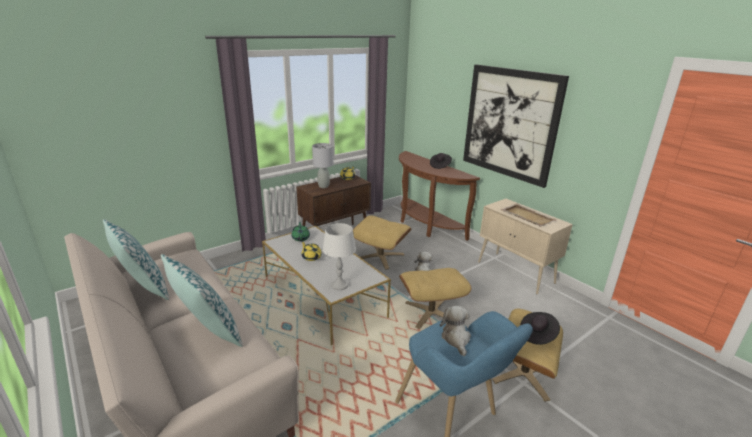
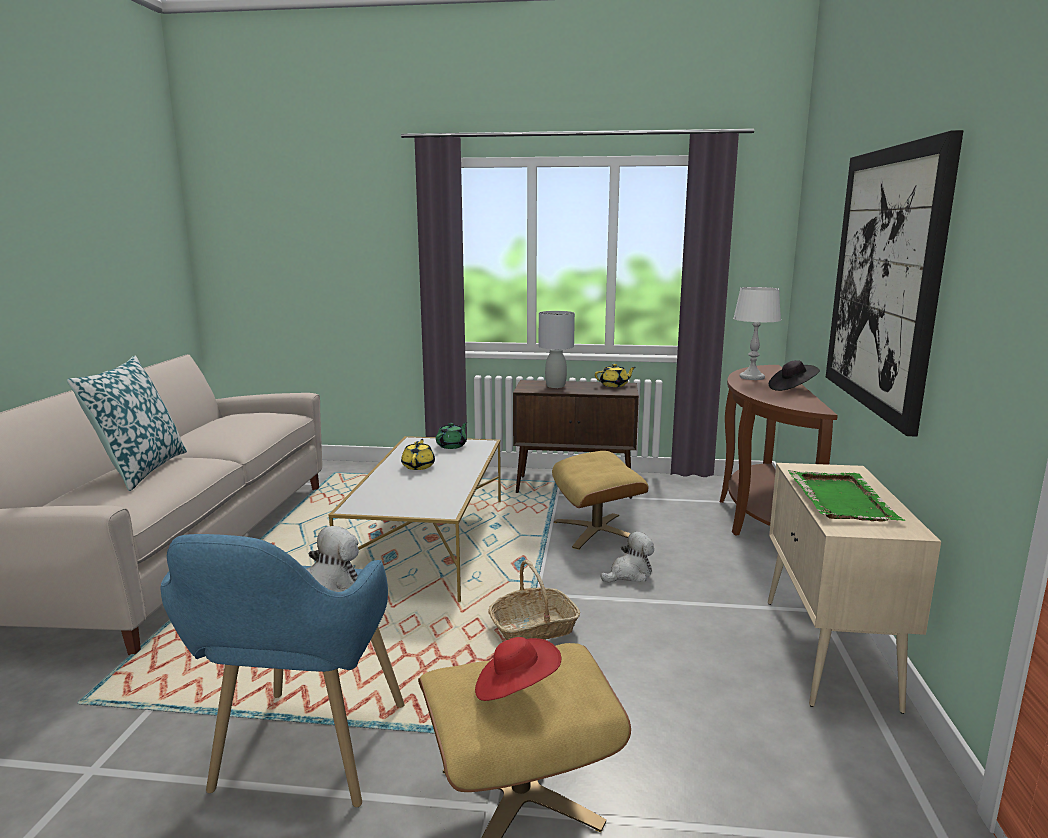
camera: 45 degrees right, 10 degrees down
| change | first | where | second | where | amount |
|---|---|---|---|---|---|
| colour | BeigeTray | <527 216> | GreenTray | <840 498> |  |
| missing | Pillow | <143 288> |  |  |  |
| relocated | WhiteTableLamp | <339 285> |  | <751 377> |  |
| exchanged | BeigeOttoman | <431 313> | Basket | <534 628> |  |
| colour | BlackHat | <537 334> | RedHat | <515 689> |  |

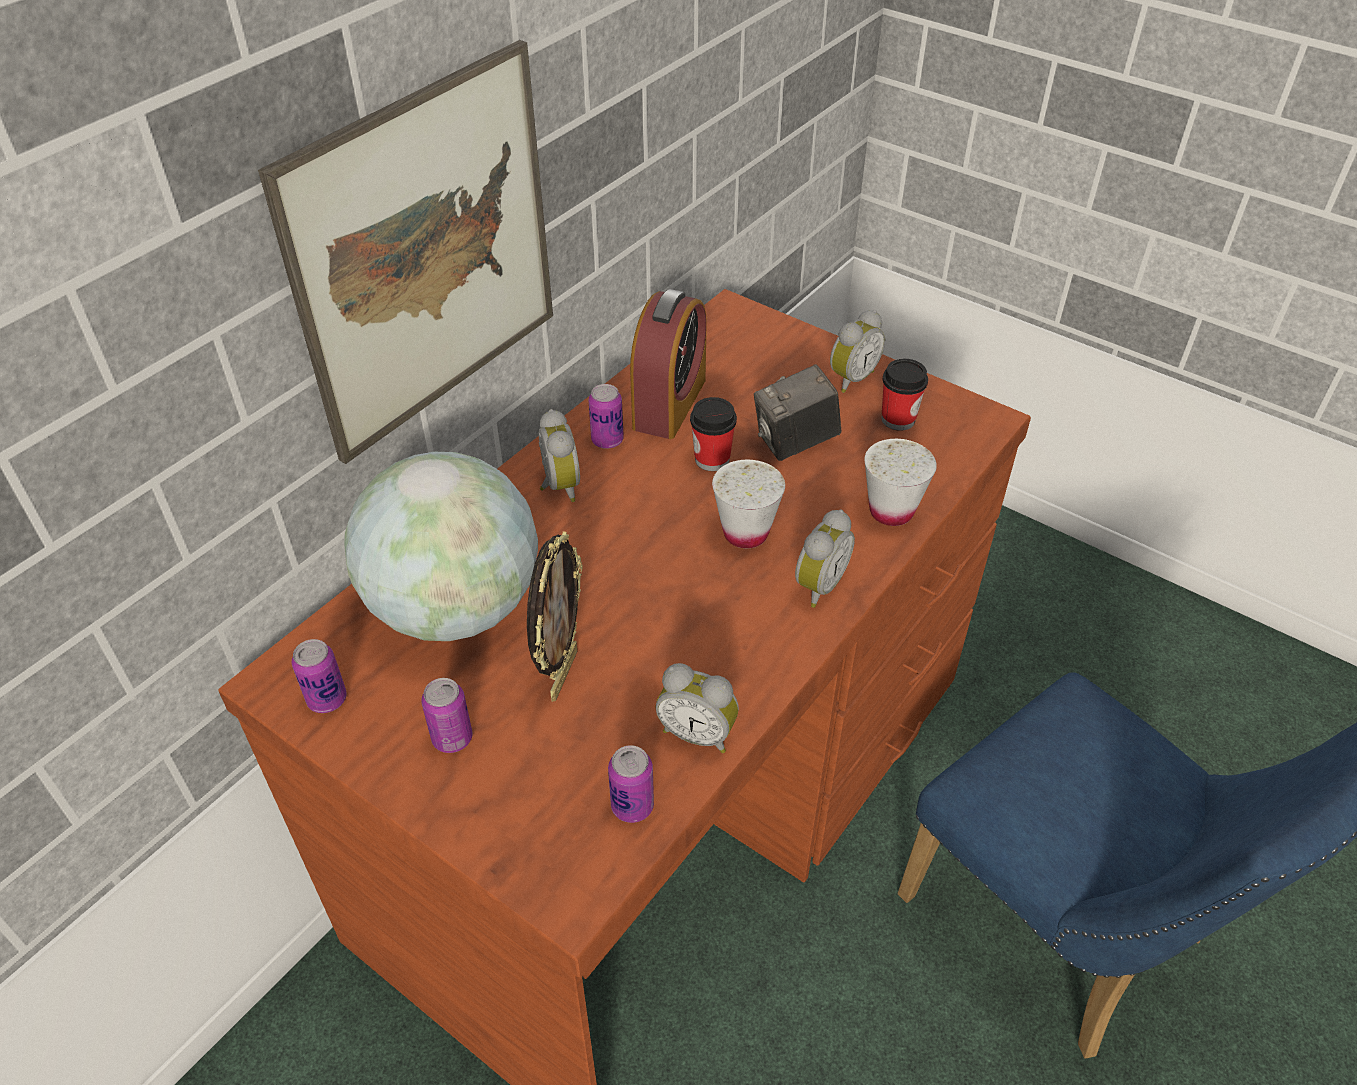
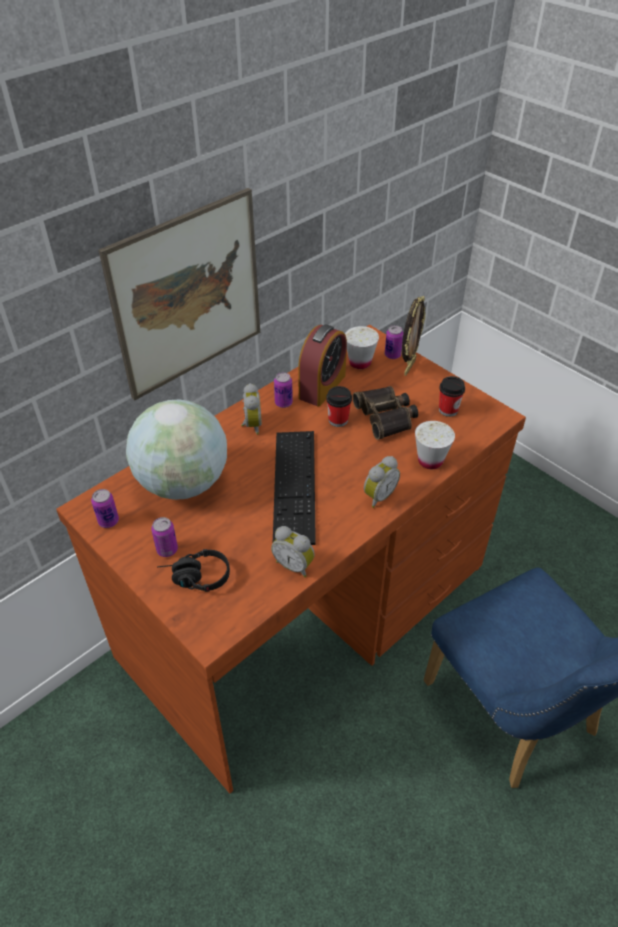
camera: 10 degrees right, 0 degrees up
| change | first | where | second | where | amount |
|---|---|---|---|---|---|
| missing | AlarmClock | <850 378> |  |  |  |
| exchanged | PhotoCamera | <795 443> | Binoculars | <386 416> |  |
| relocated | WhiteCup | <745 533> |  | <360 363> |  |
| relocated | PictureFrame | <562 674> |  | <409 367> |  |
| relocated | Can | <632 806> |  | <392 355> |  |
| appeared |  |  | Keyboard | <294 485> |  |
| appeared |  |  | BlackHeadphones | <194 578> |  |

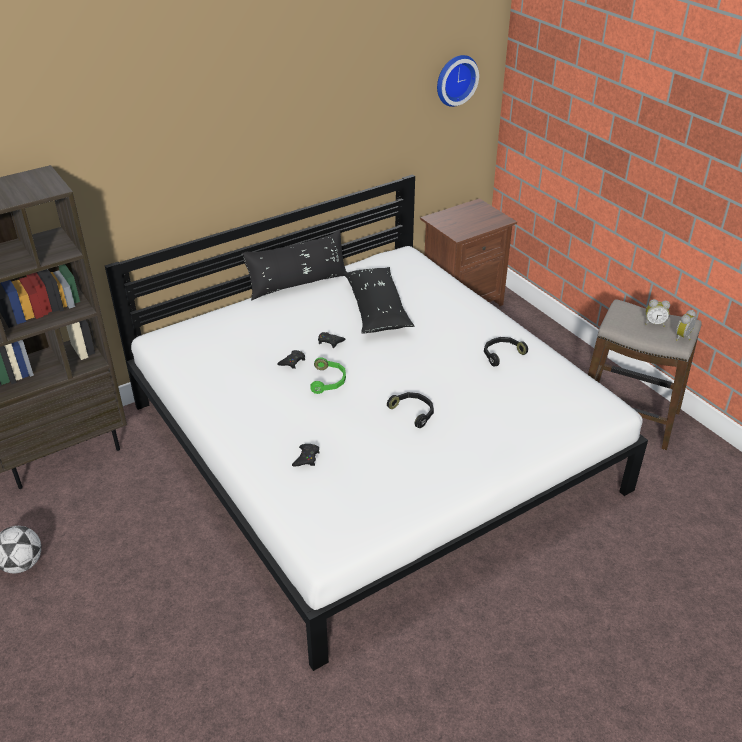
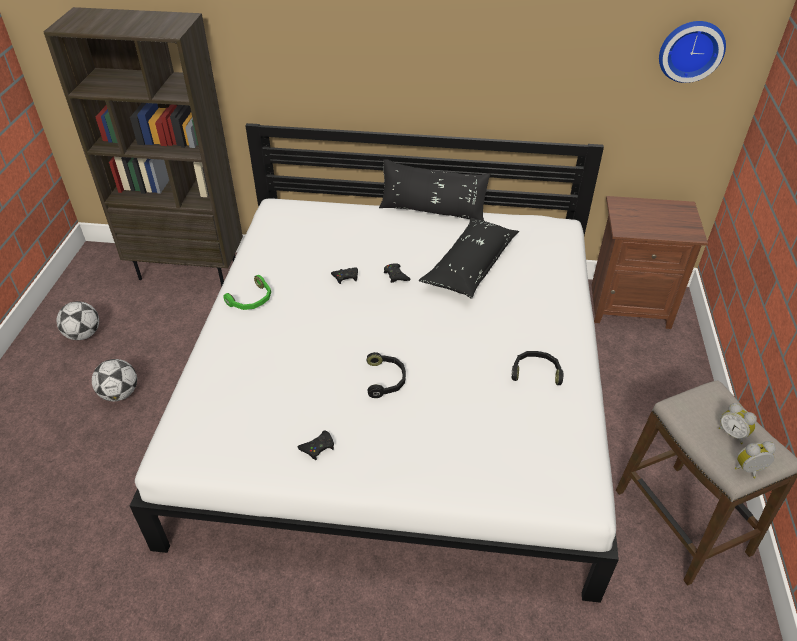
camera: 40 degrees right, 5 degrees up
| change | first | where | second | where | amount |
|---|---|---|---|---|---|
| relocated | GreenHeadphones | <329 381> |  | <252 300> |  |
| relocated | BlackGameController | <306 458> |  | <318 447> |  |
| appeared |  |  | Football | <120 394> |  |

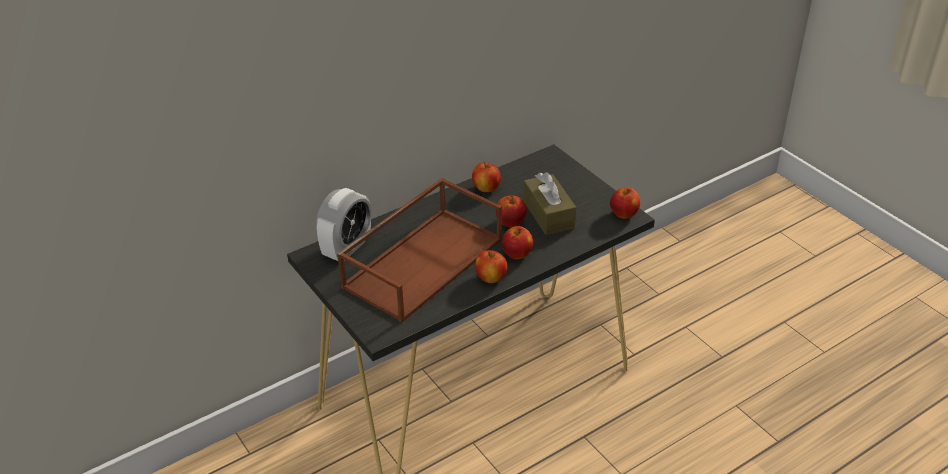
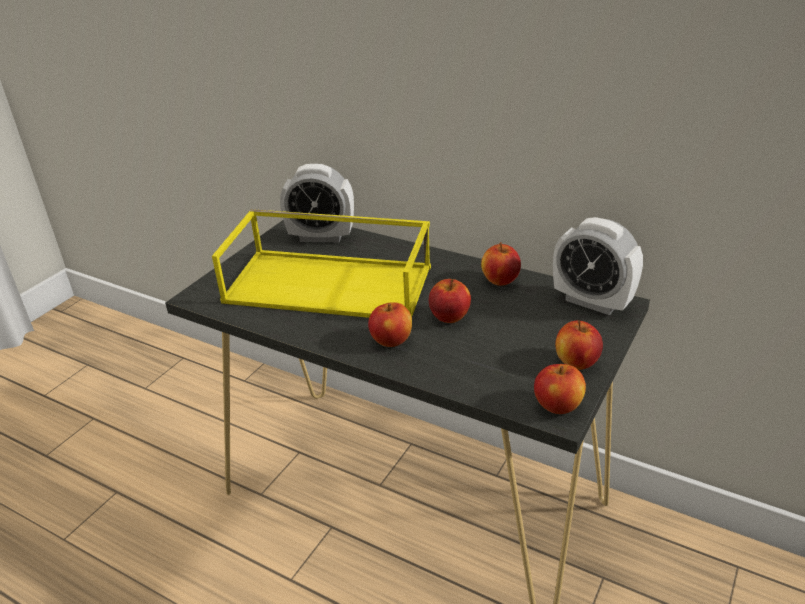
camera: 65 degrees right, 5 degrees down
| change | first | where | second | where | amount |
|---|---|---|---|---|---|
| missing | BrownTissueBox | <548 214> |  |  |  |
| colour | BrownTray | <423 261> | YellowTray | <331 283> |  |
| relocated | Apple | <491 278> |  | <576 362> |  |
| appeared |  |  | AlarmClock | <592 302> |  |

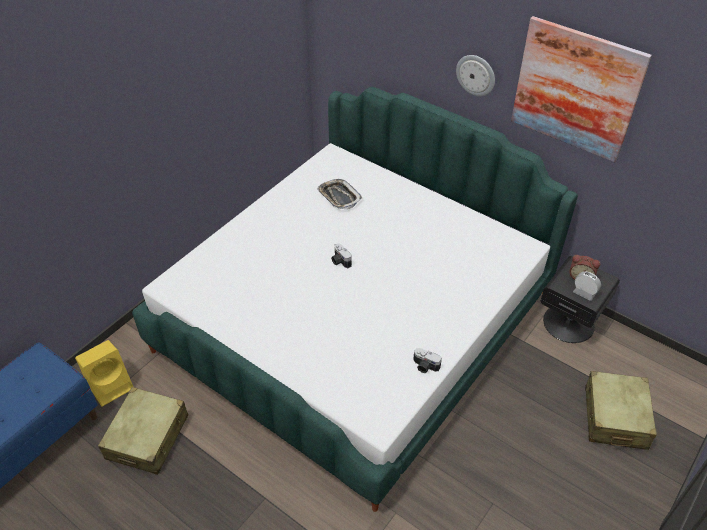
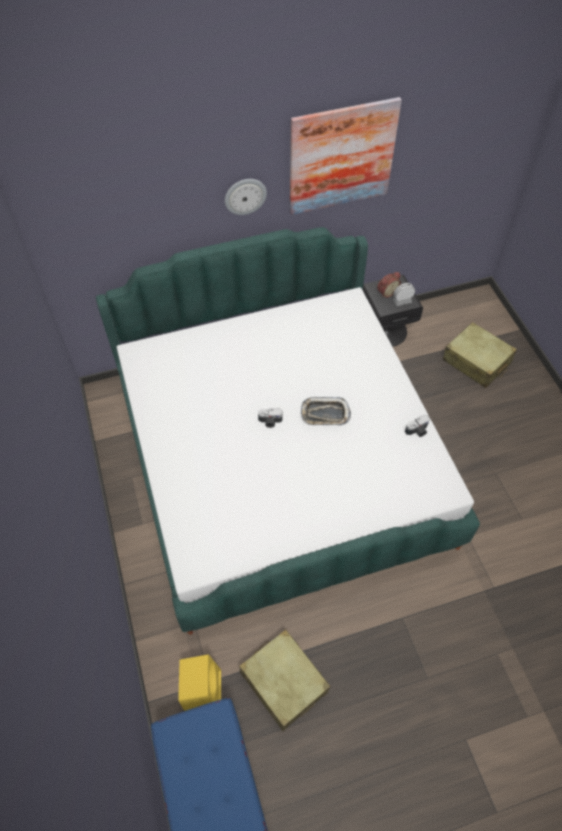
camera: 55 degrees left, 10 degrees up
| change | first | where | second | where | amount |
|---|---|---|---|---|---|
| relocated | Tray | <339 196> |  | <325 414> |  |

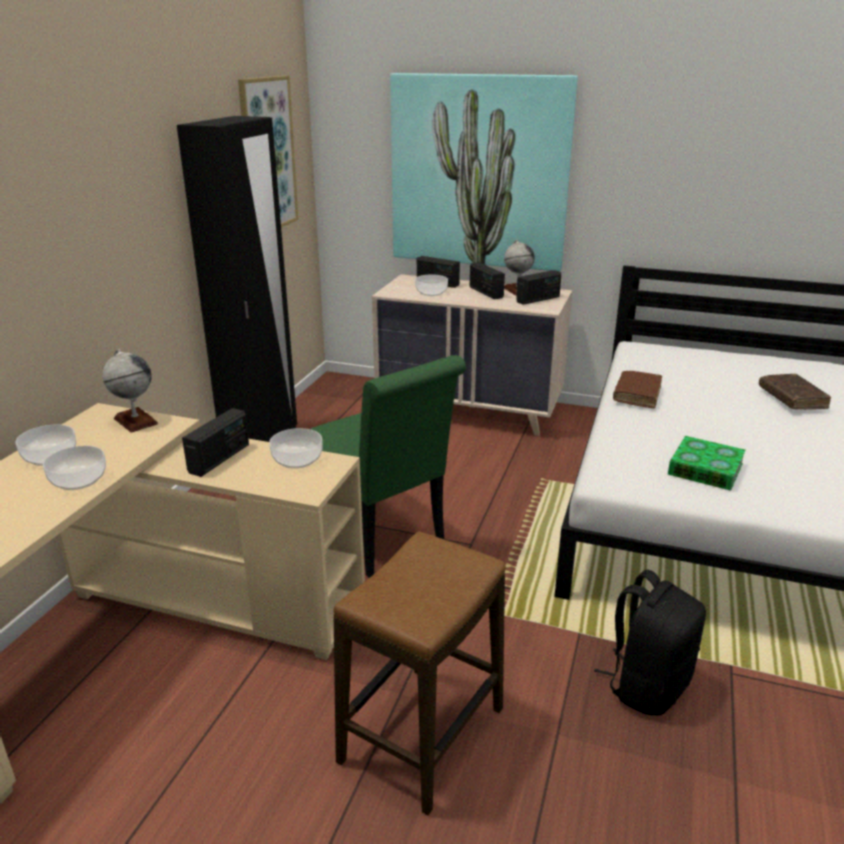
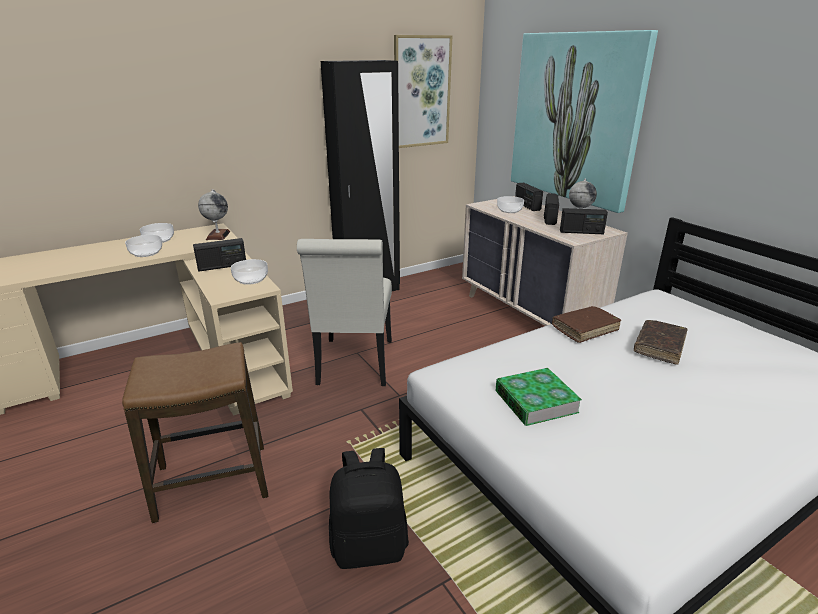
camera: 40 degrees right, 0 degrees up
| change | first | where | second | where | amount |
|---|---|---|---|---|---|
| colour | GreenChair | <379 537> | WhiteChair | <354 366> |  |
| relocated | BrownBook | <792 398> |  | <659 347> |  |

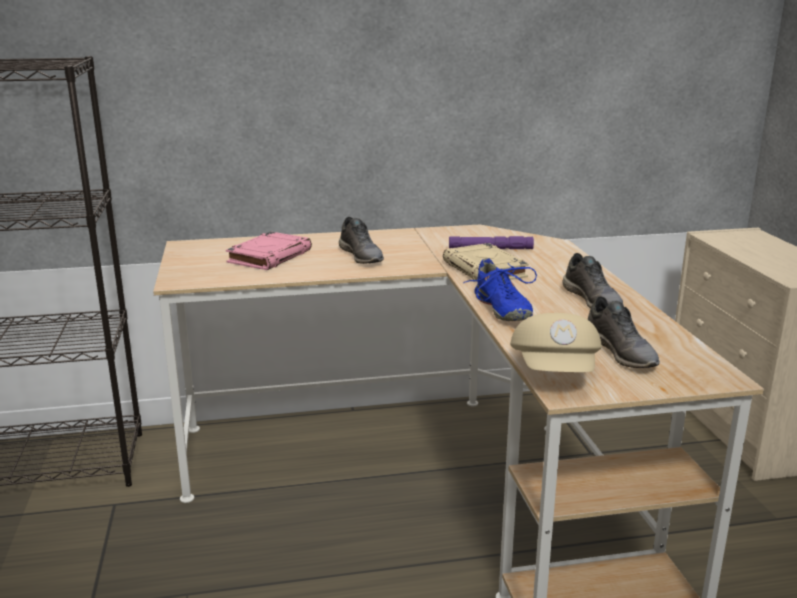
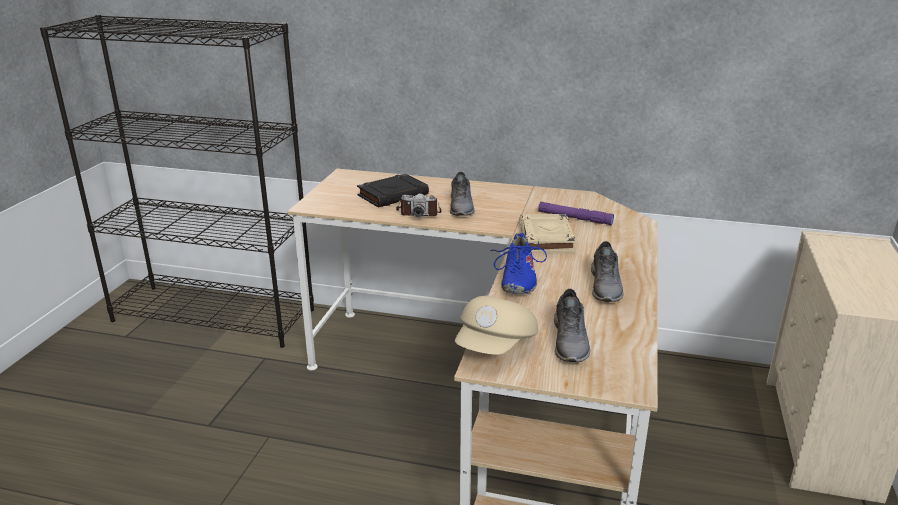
camera: 25 degrees right, 5 degrees up
| change | first | where | second | where | amount |
|---|---|---|---|---|---|
| colour | PinkBook | <270 256> | BlackBook | <393 195> |  |
| appeared |  |  | PhotoCamera | <418 213> |  |

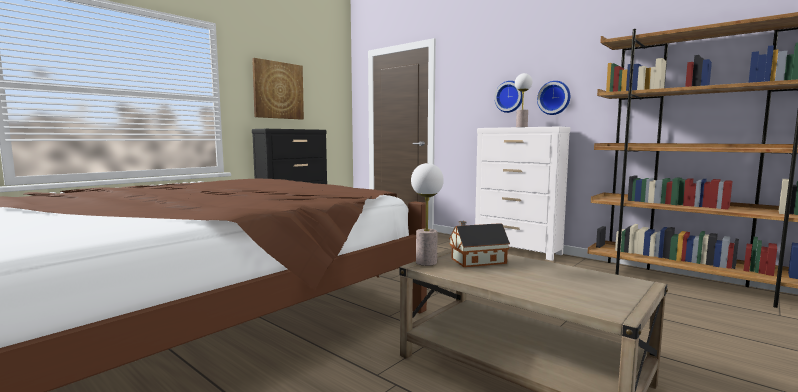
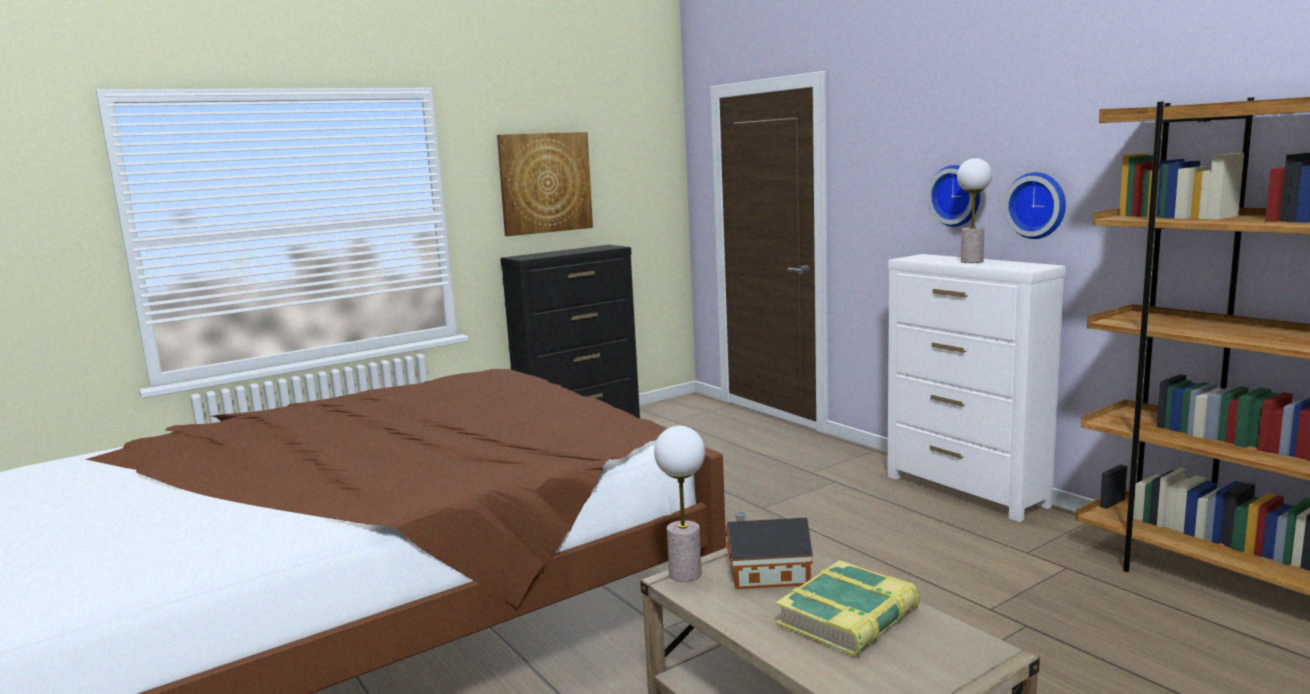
camera: 15 degrees right, 5 degrees up
| change | first | where | second | where | amount |
|---|---|---|---|---|---|
| appeared |  |  | Book | <849 618> |  |

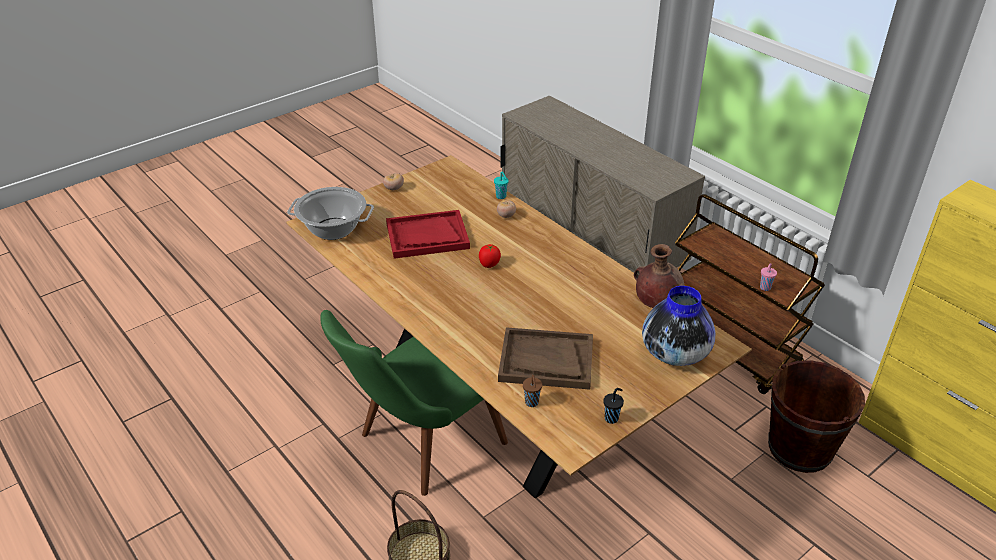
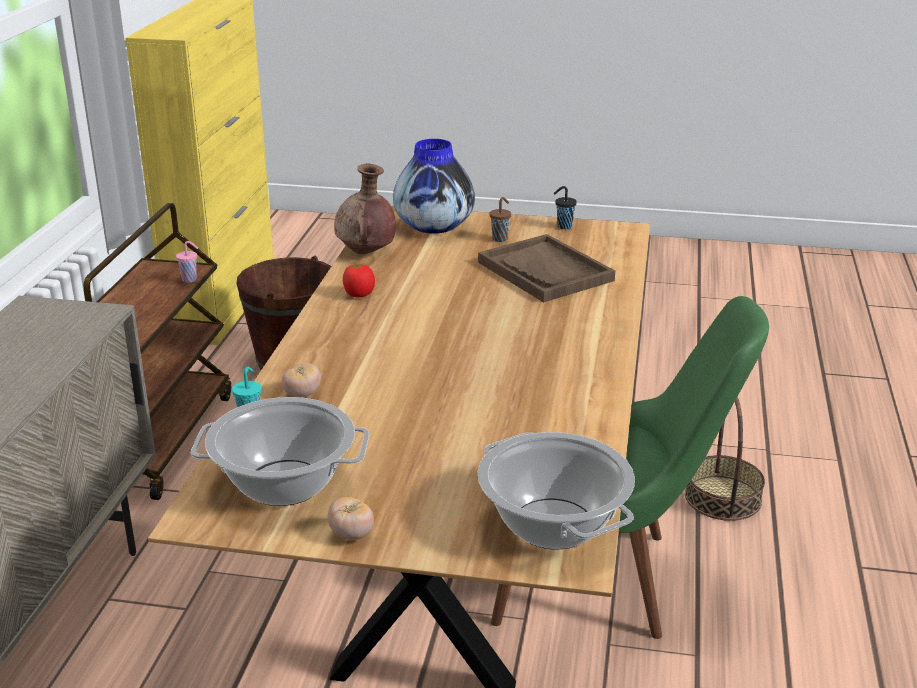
camera: 130 degrees left, 10 degrees down
| change | first | where | second | where | amount |
|---|---|---|---|---|---|
| missing | RedTray | <427 236> |  |  |  |
| relocated | Tomato | <489 264> |  | <359 295> |  |
| relocated | BrownCup | <532 403> |  | <500 239> |  |
| appeared |  |  | CookingPot | <283 484> |  |

